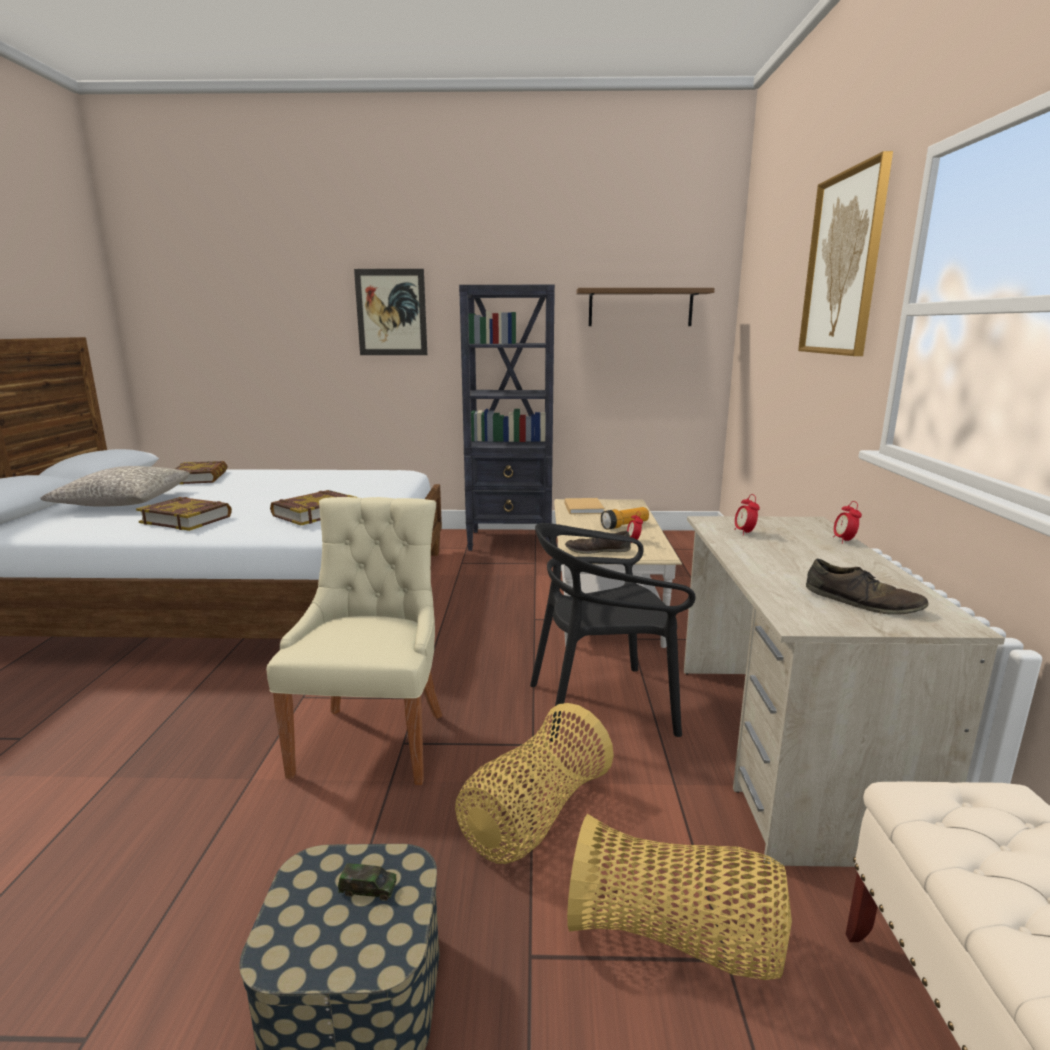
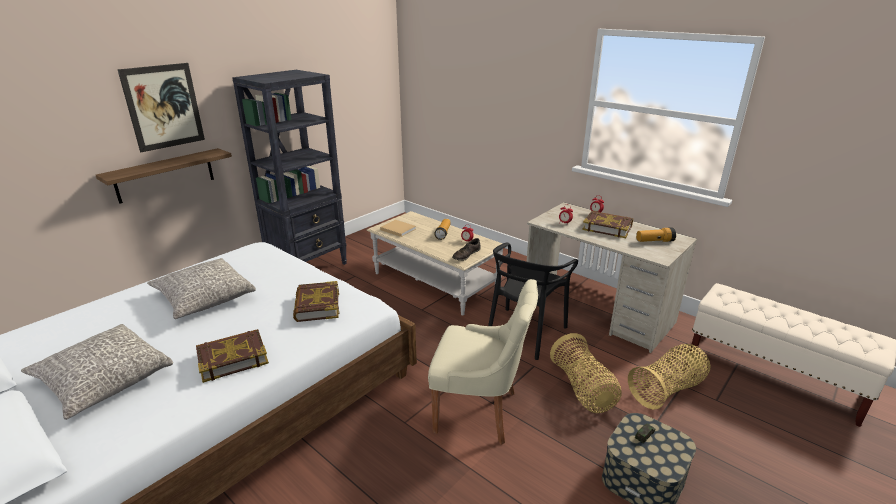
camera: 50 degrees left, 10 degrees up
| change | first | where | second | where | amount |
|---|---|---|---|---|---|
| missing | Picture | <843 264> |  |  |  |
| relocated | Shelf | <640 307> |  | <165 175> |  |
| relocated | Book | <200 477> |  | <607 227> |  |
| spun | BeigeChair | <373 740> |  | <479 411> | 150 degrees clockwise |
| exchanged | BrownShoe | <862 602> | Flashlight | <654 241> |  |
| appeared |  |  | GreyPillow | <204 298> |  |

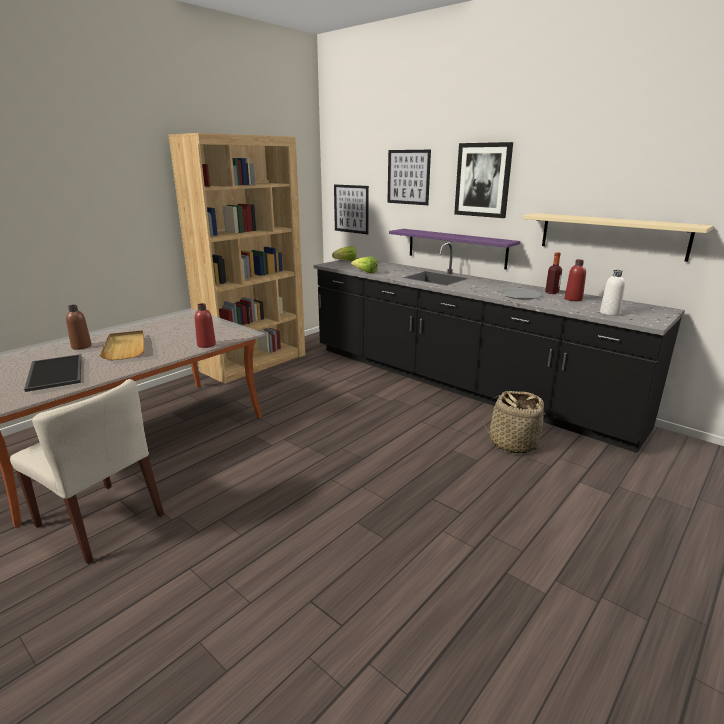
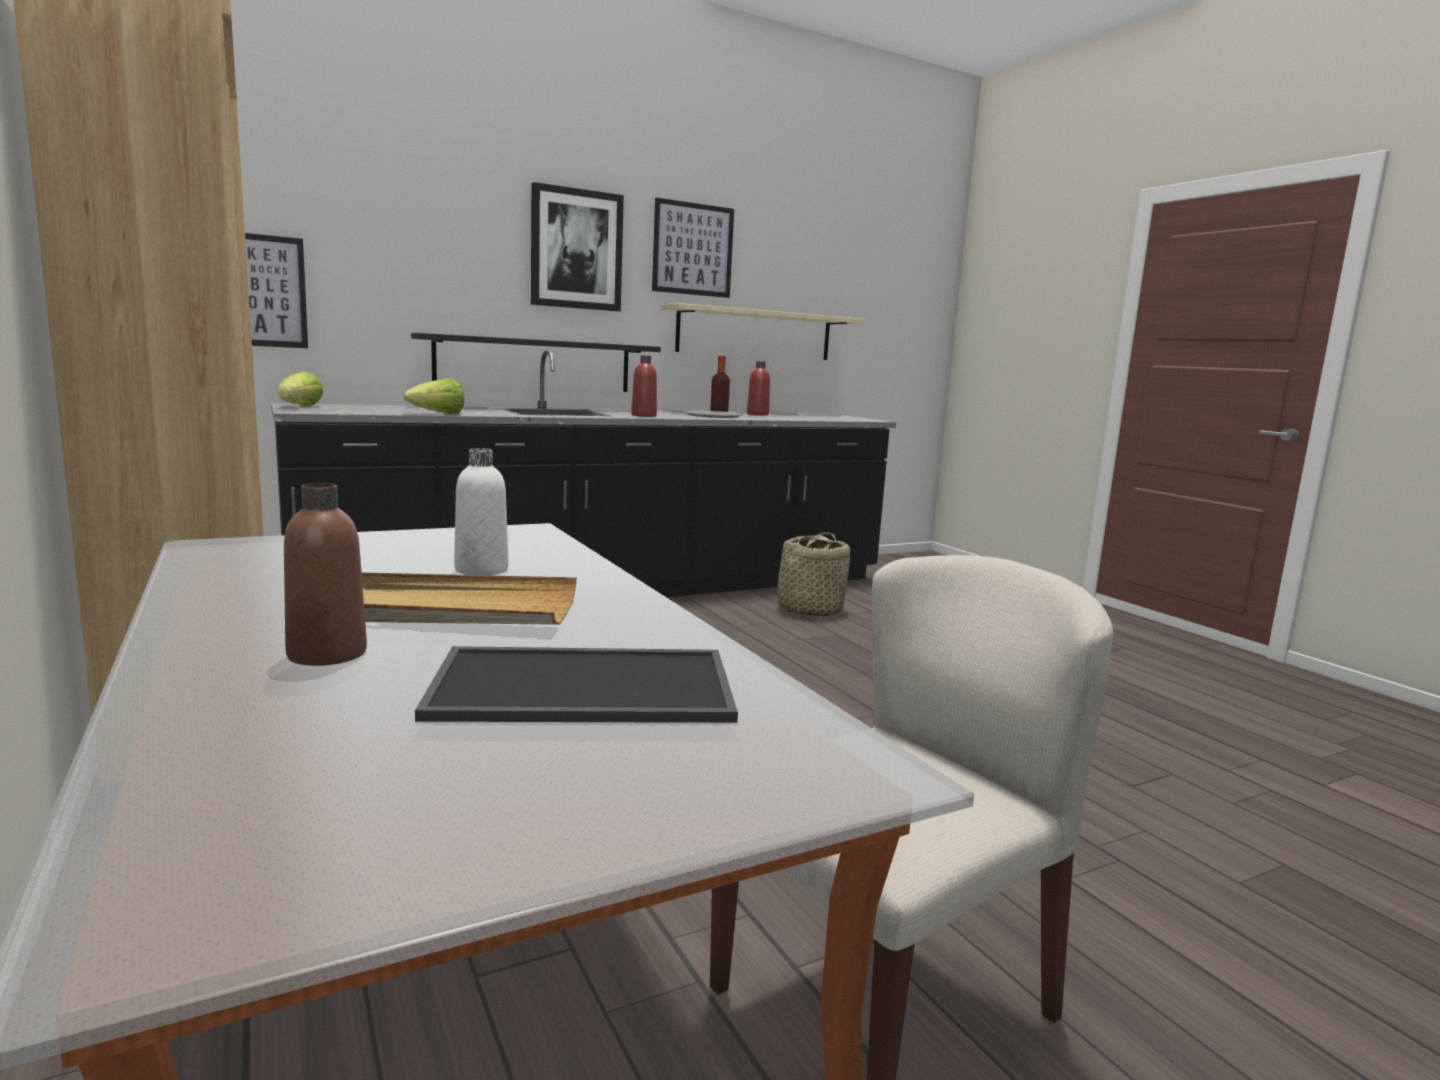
camera: 70 degrees left, 10 degrees down
| change | first | where | second | where | amount |
|---|---|---|---|---|---|
| relocated | Picture | <408 177> |  | <693 249> |  |
| colour | PurpleShelf | <456 248> | BlackShelf | <534 364> |  |
| relocated | WhiteBottle | <609 313> |  | <481 570> |  |
| relocated | RedBottle | <206 345> |  | <643 415> |  |

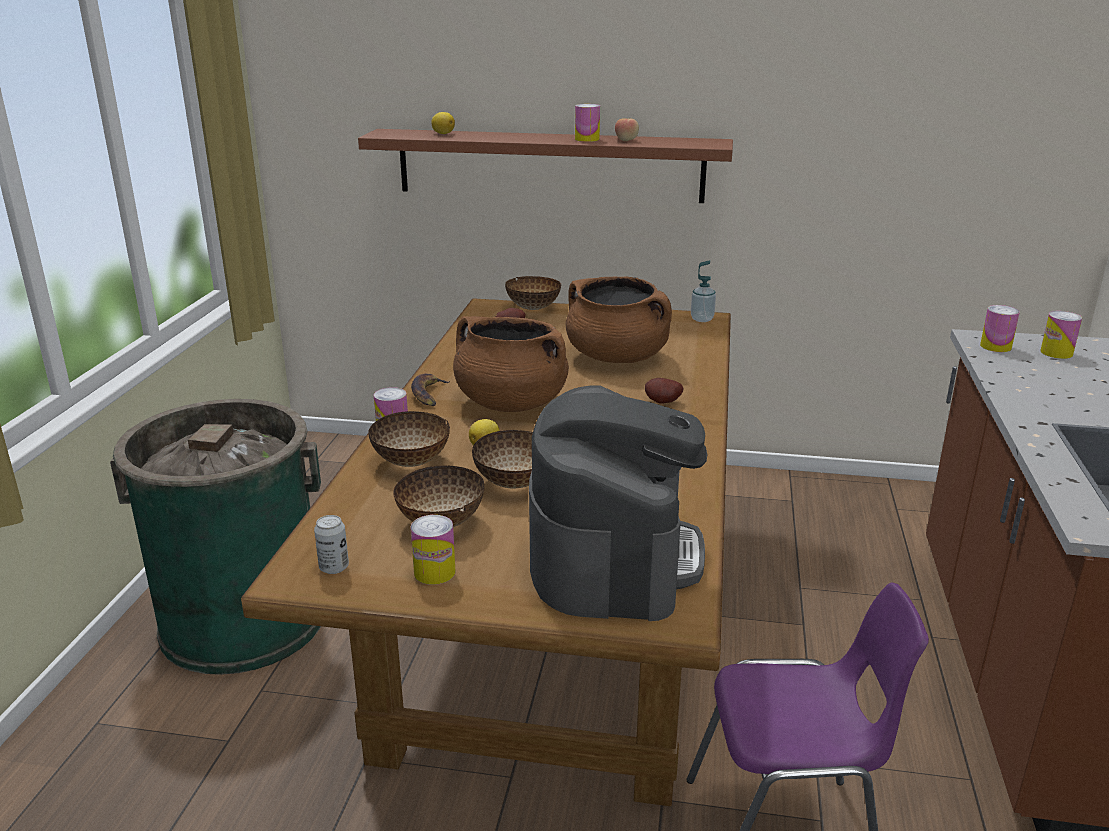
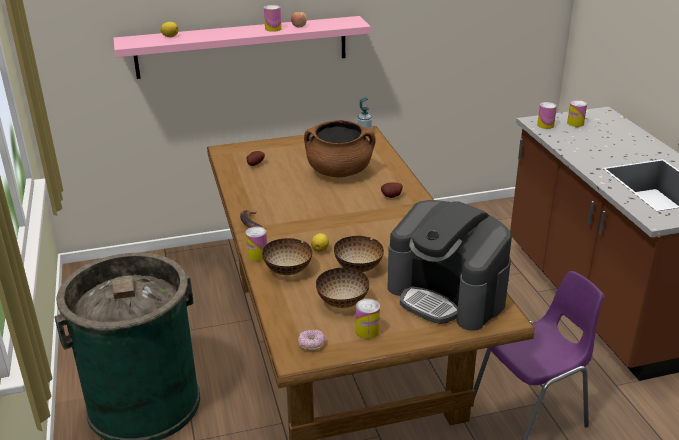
camera: 25 degrees left, 5 degrees up
| change | first | where | second | where | amount |
|---|---|---|---|---|---|
| colour | BrownShelf | <549 165> | PinkShelf | <242 47> |  |
| missing | Bowl | <534 308> |  |  |  |
| missing | BrownCookingPot | <510 403> |  |  |  |
| spun | CoffeeMachine | <613 555> |  | <447 295> | 150 degrees clockwise |
| exchanged | Can | <334 567> | Donut | <311 345> |  |

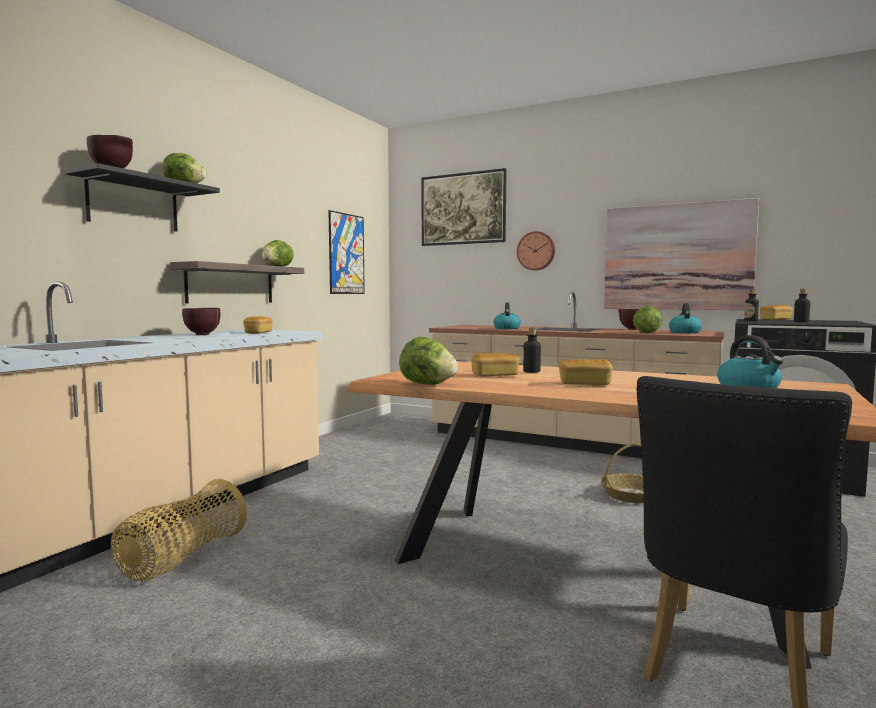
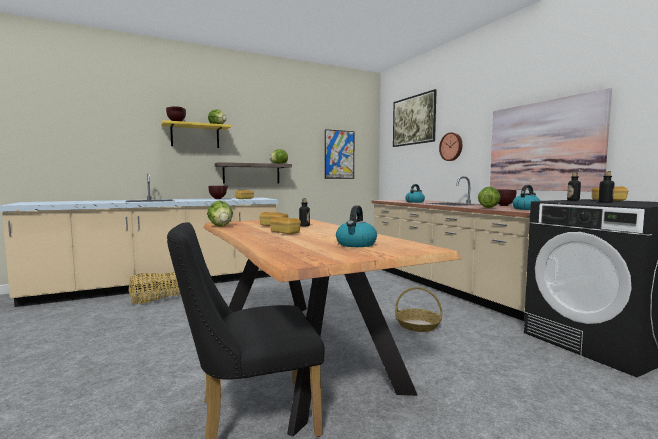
camera: 35 degrees right, 0 degrees up
| change | first | where | second | where | amount |
|---|---|---|---|---|---|
| colour | BlackShelf | <133 204> | YellowShelf | <195 136> |  |

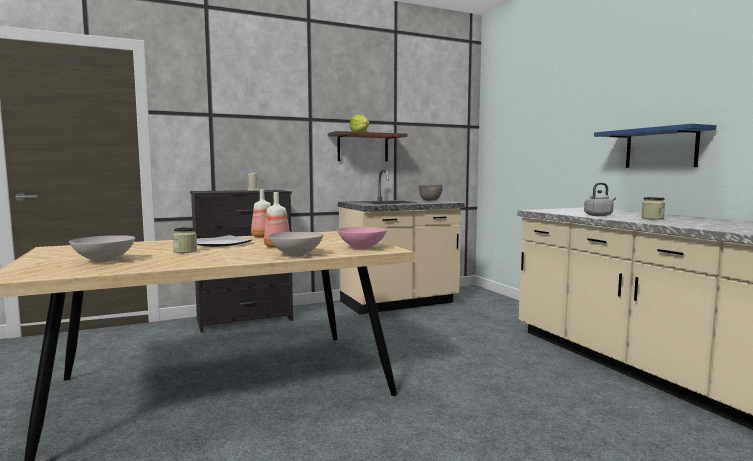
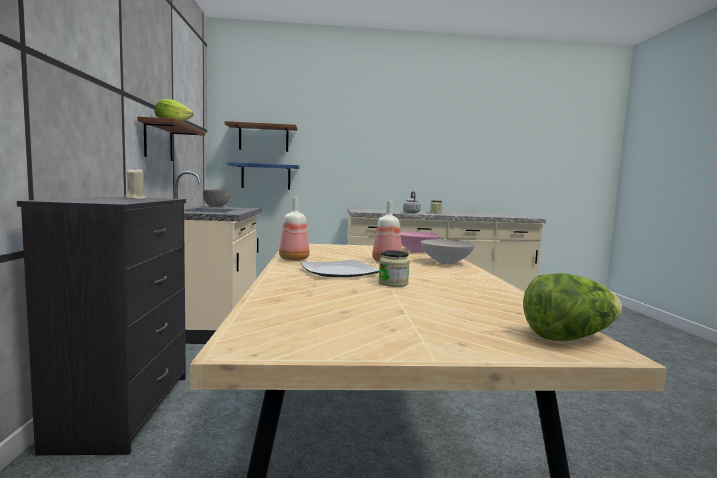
camera: 70 degrees left, 0 degrees up
| change | first | where | second | where | amount |
|---|---|---|---|---|---|
| relocated | BlueShelf | <660 148> |  | <266 176> |  |
| missing | WhiteBowl | <104 260> |  |  |  |
| appeared |  |  | BrownShelf | <263 138> |  |
| appeared |  |  | Lettuce | <568 337> |  |

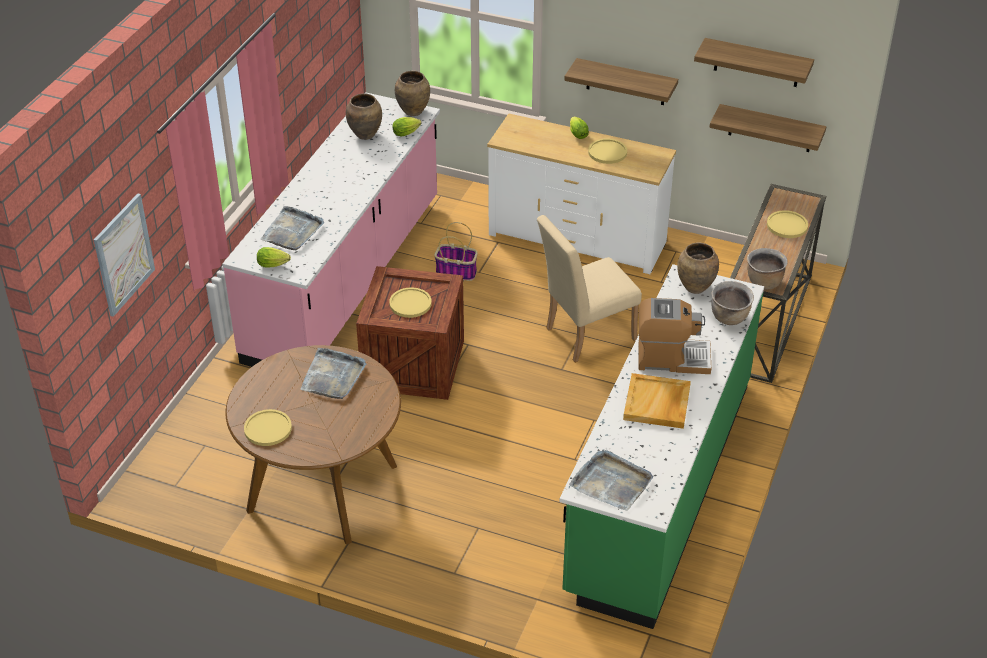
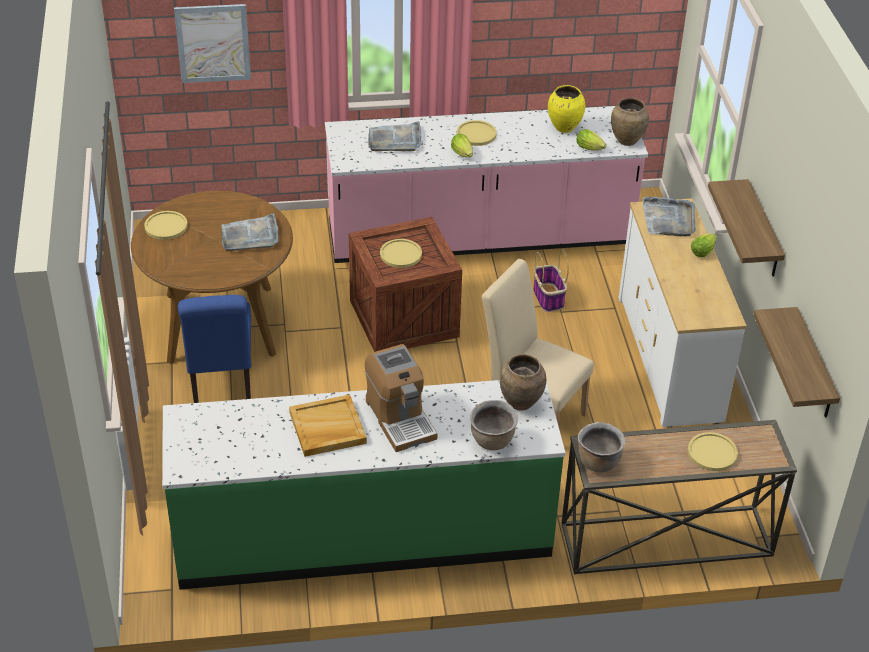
camera: 60 degrees right, 0 degrees up
| change | first | where | second | where | amount |
|---|---|---|---|---|---|
| missing | Shelf | <757 63> |  |  |  |
| colour | BrownVase | <365 135> | YellowVase | <564 128> |  |
| relocated | YellowPlate | <607 152> |  | <476 134> |  |
| relocated | Lettuce | <274 265> |  | <463 155> |  |
| relocated | GreyTray | <611 482> |  | <669 219> |  |
| appeared |  |  | BlueChair | <221 387> |  |

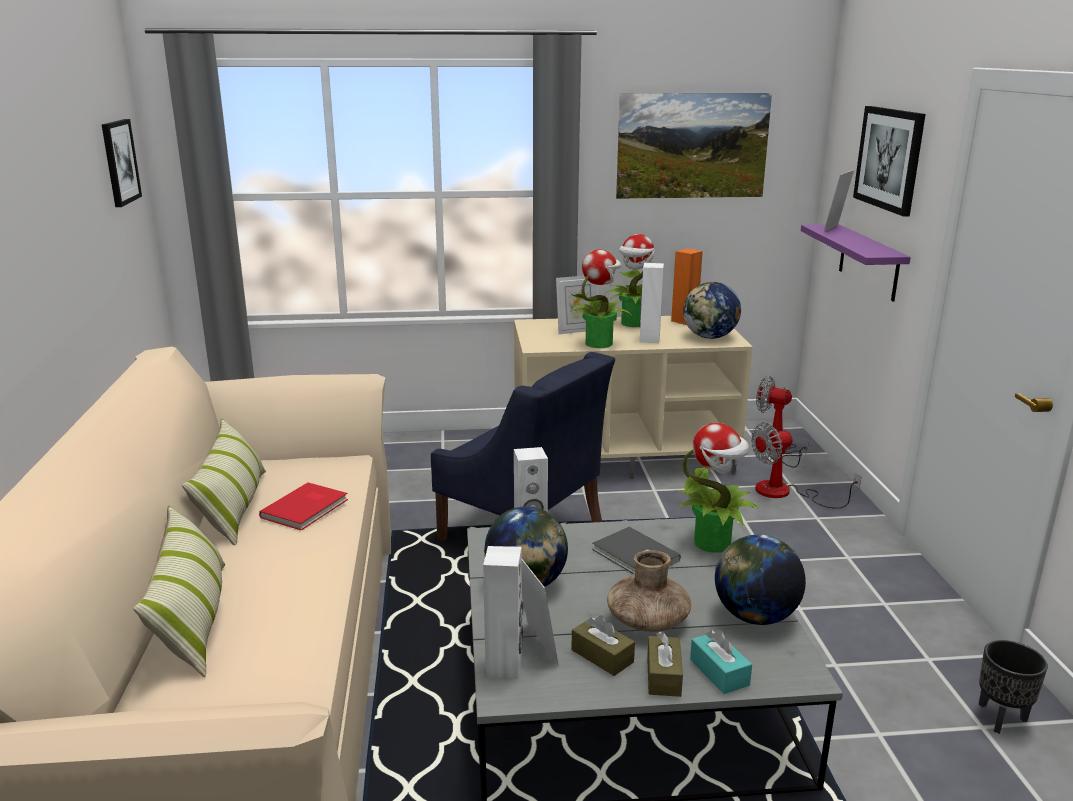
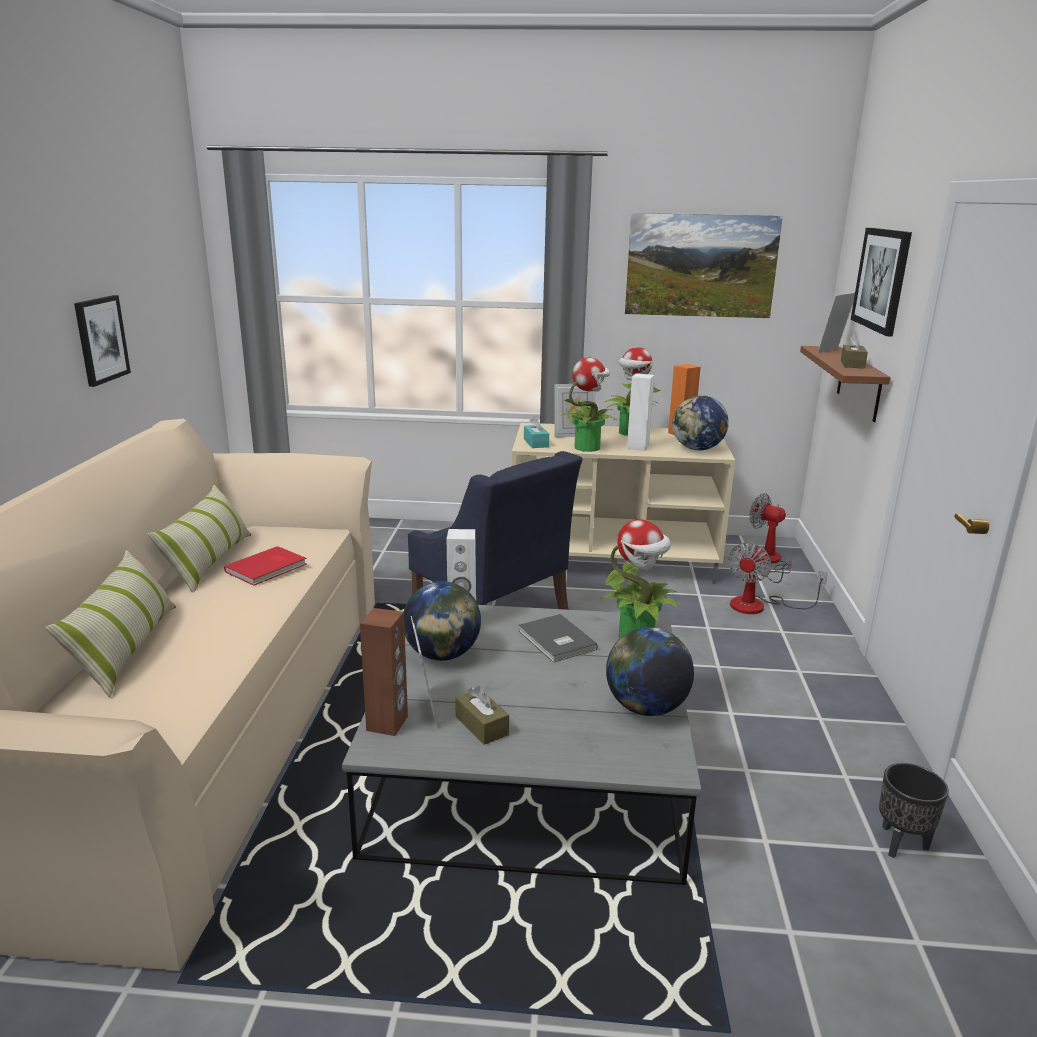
camera: 10 degrees right, 0 degrees up
| change | first | where | second | where | amount |
|---|---|---|---|---|---|
| relocated | Picture | <119 162> |  | <101 339> |  |
| colour | PurpleShelf | <868 262> | BrownShelf | <859 383> |  |
| spun | Fan | <785 493> |  | <759 606> | 45 degrees counterclockwise |
| colour | WhiteSpeaker | <504 666> | BrownSpeaker | <388 723> |  |
| missing | BrownVase | <647 621> |  |  |  |
| relocated | TurquoiseTissueBox | <719 672> |  | <536 443> |  |
| relocated | BrownTissueBox | <663 676> |  | <852 364> |  |

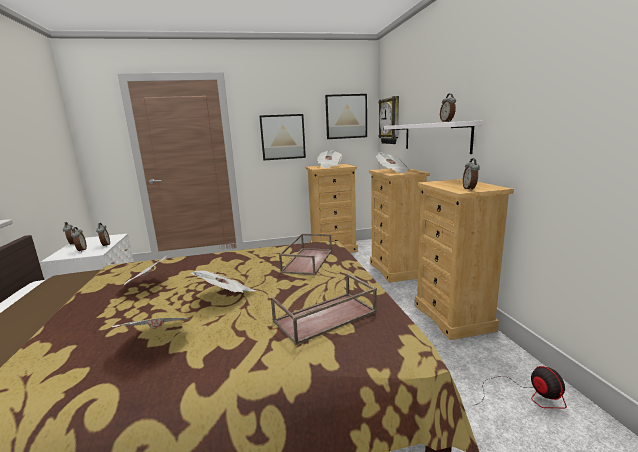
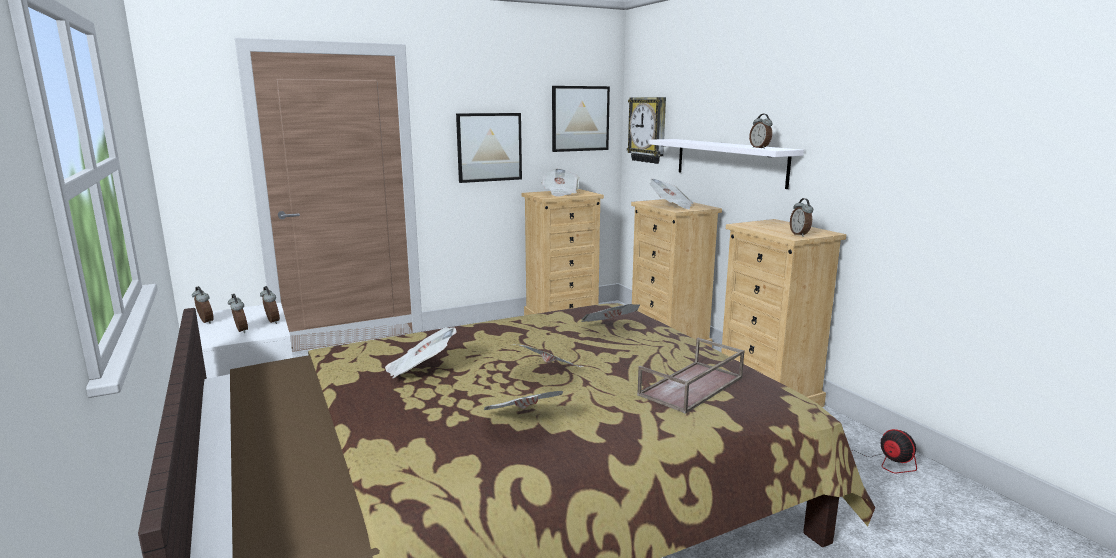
camera: 15 degrees left, 0 degrees up
| change | first | where | second | where | amount |
|---|---|---|---|---|---|
| exchanged | BrownTray | <307 260> | Newspaper | <609 329> |  |

